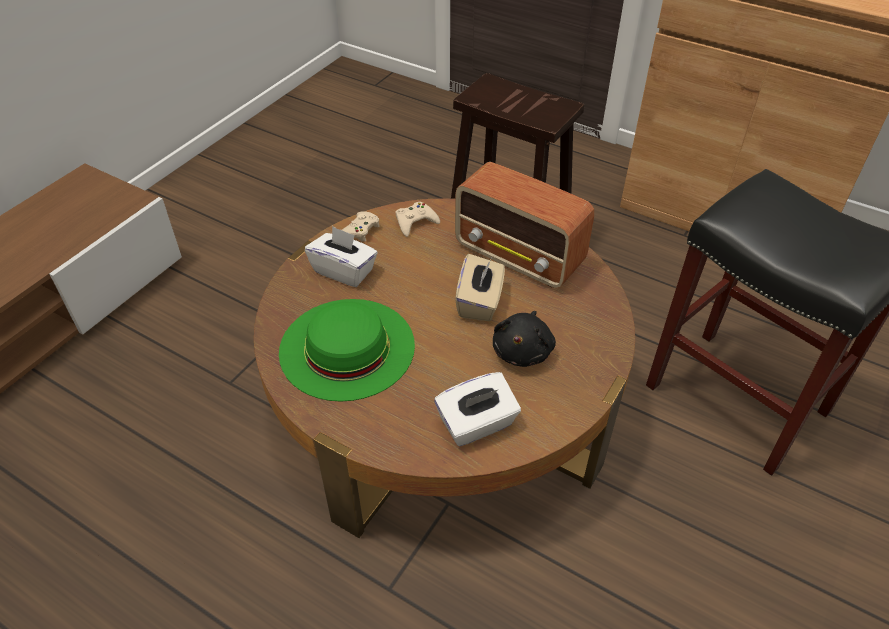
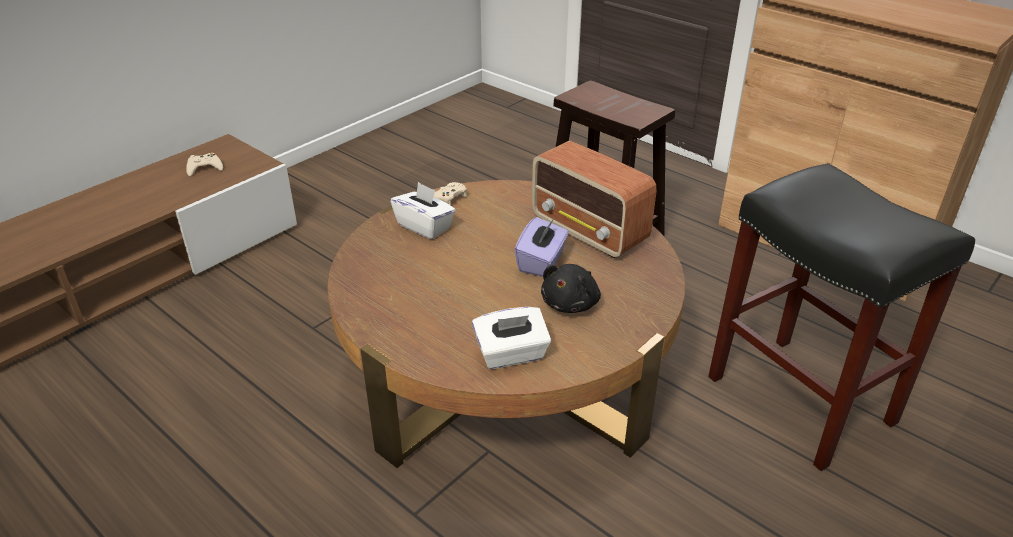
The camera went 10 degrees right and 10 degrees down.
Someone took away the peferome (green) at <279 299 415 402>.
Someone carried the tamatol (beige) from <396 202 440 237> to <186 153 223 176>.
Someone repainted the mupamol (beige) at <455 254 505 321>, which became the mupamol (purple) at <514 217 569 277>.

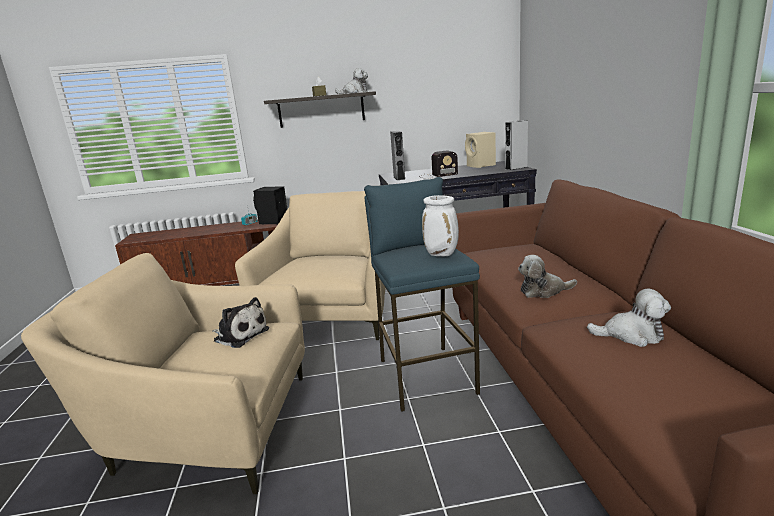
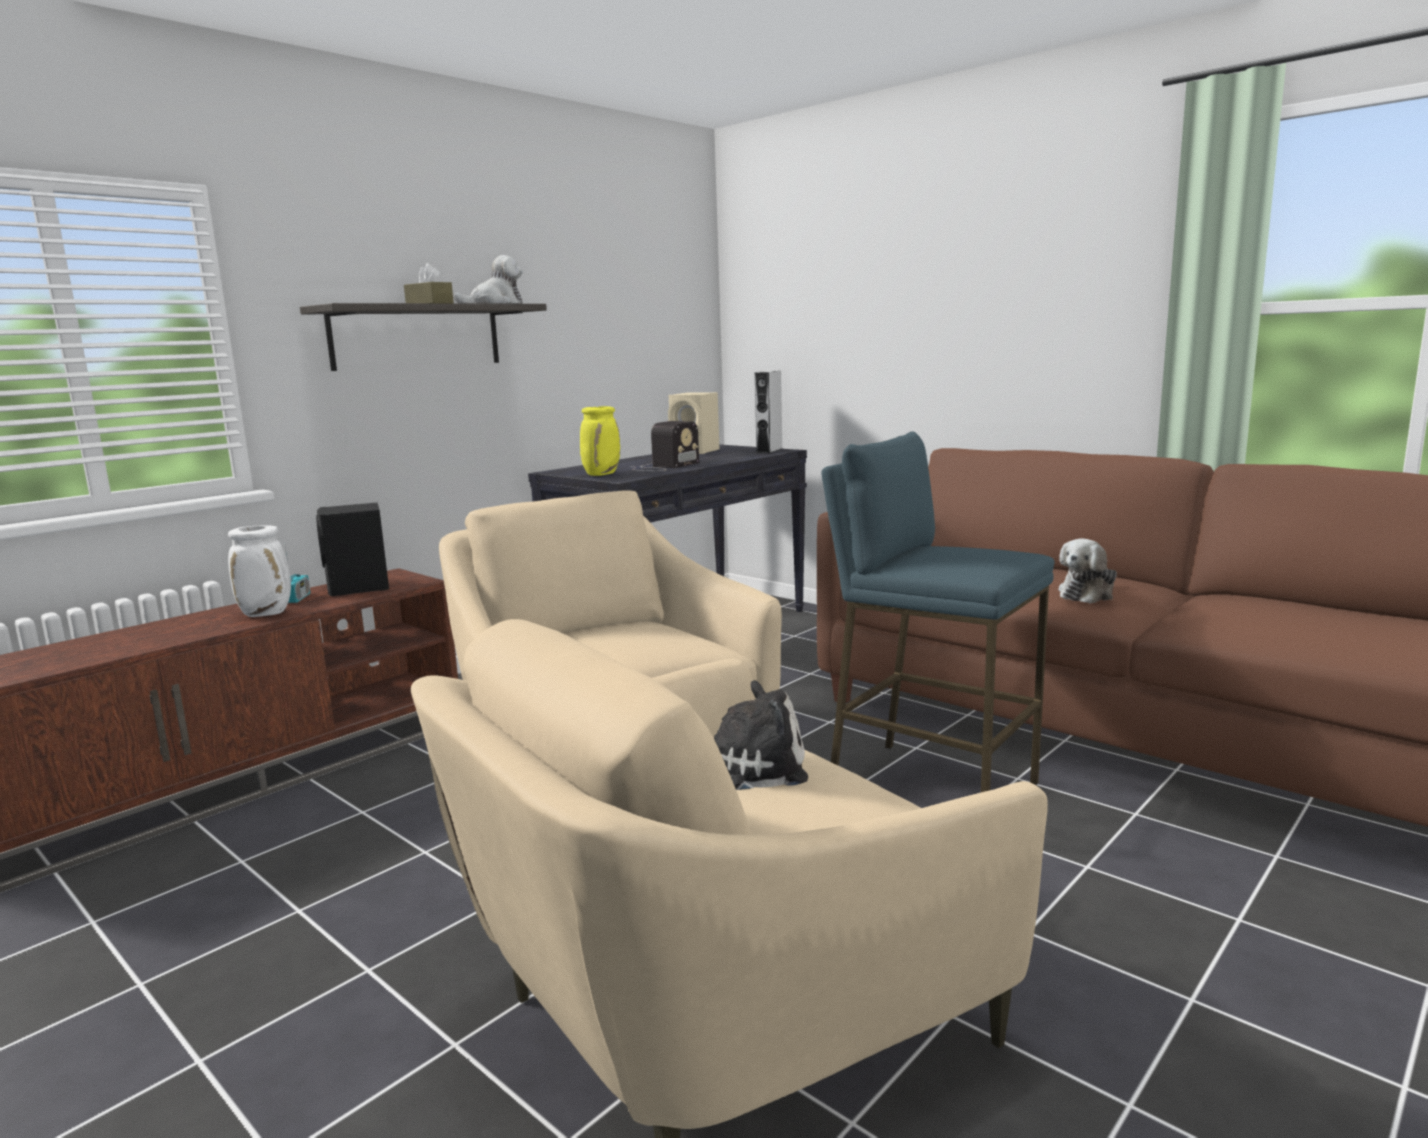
The camera went 40 degrees left and 5 degrees down.
Someone took away the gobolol at <587 288 671 347>.
Someone carried the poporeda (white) from <422 195 459 257> to <228 526 291 617>.
Someone swapped the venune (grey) at <390 131 406 180> for the poporeda (yellow) at <580 406 620 476>.

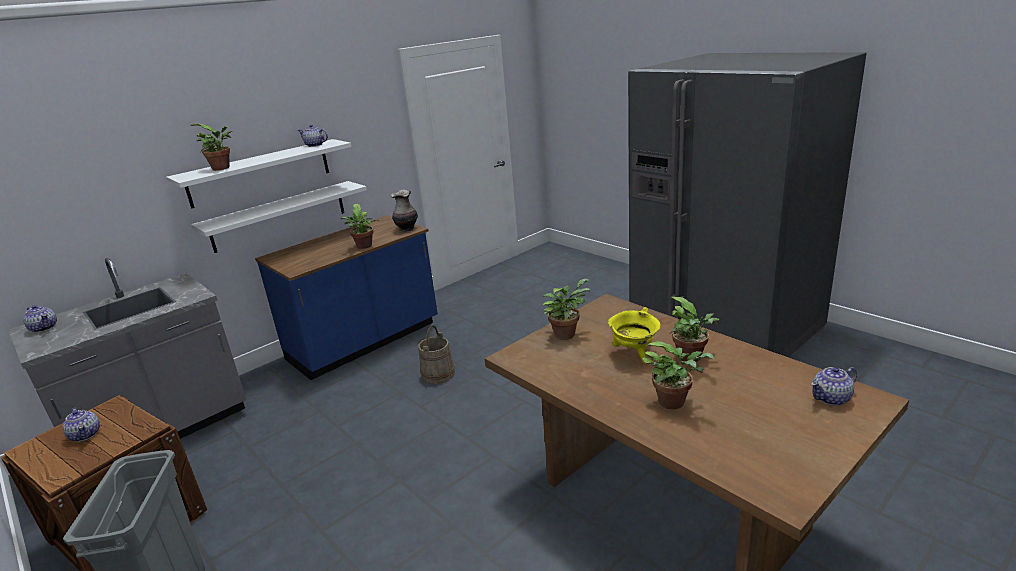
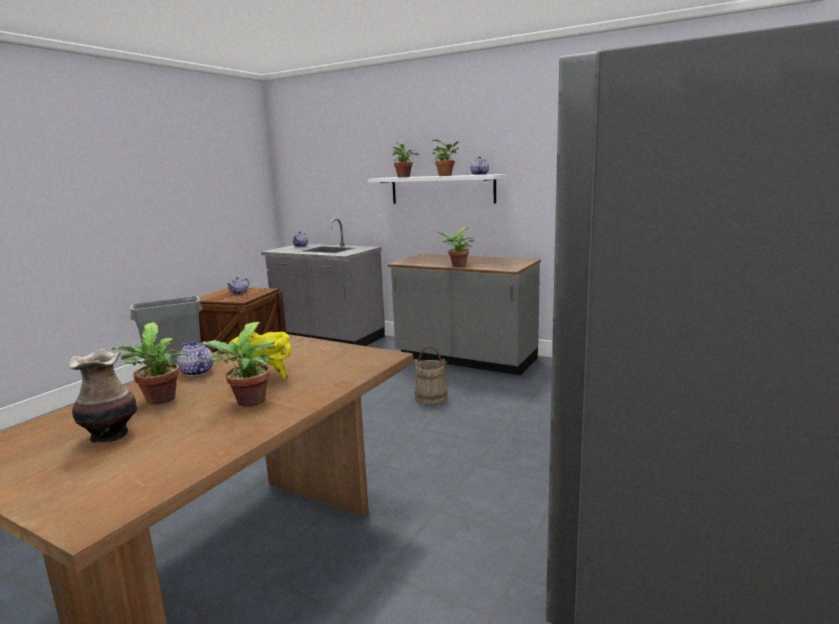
The camera went 70 degrees right and 10 degrees down.
Someone took away the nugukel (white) at <191 181 367 253>.
Someone carried the poporeda from <391 189 418 232> to <69 349 137 443>.
Someone carried the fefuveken from <543 278 590 340> to <432 140 460 176>.
Someone carried the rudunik from <811 367 857 406> to <177 341 214 376>.
Someone repainted the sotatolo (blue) at <255 215 438 380>, which became the sotatolo (grey) at <388 254 541 375>.

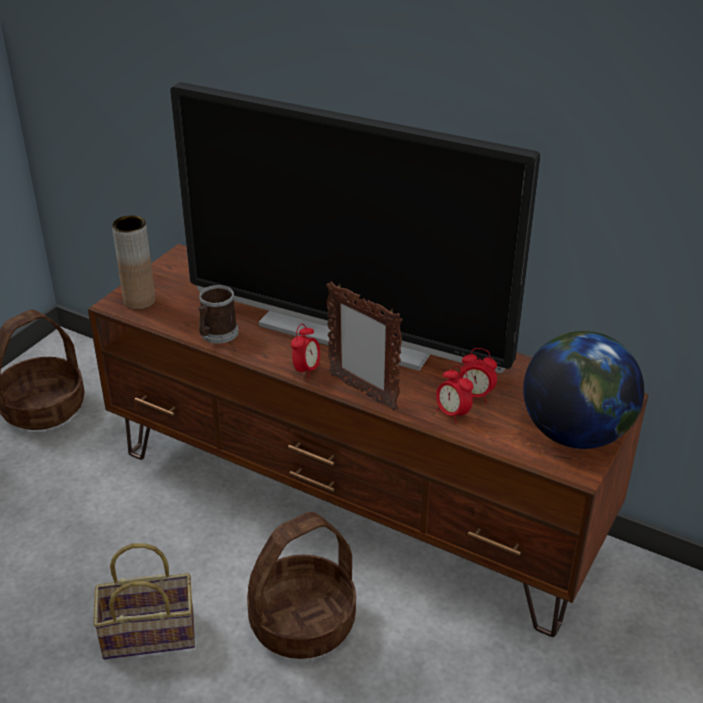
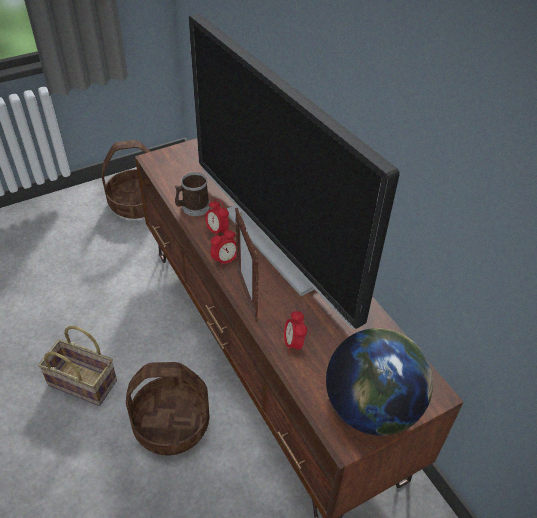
The camera went 30 degrees right and 10 degrees up.
Someone took away the poporeda (brown) at <112 215 156 310>.
Someone carried the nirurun from <459 348 497 403> to <205 199 229 235>.

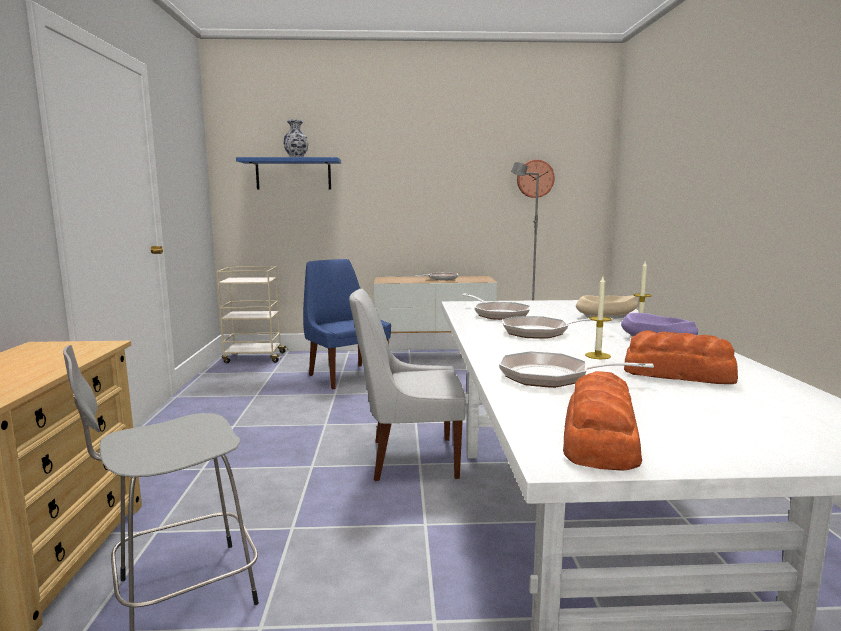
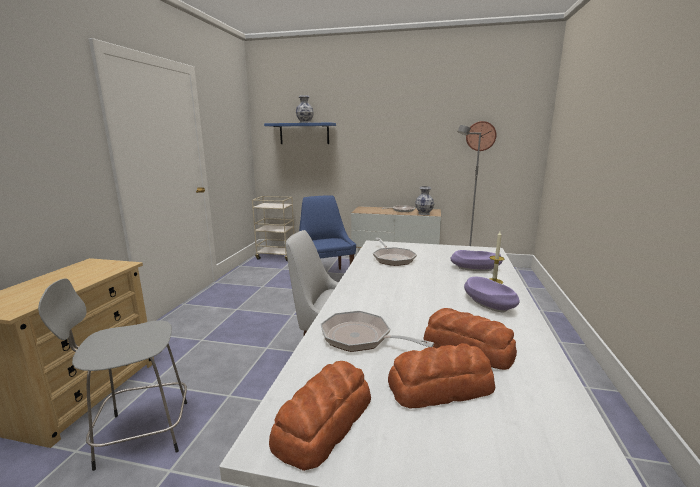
The camera went 15 degrees right and 5 degrees up.
Someone took away the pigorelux at <502 316 613 338>.
Someone took away the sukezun at <585 277 611 359>.
Someone put down the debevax at <388 343 495 409>.
Someone put down the poporeda at <415 186 434 215>.
Someone repainted the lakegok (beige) at <576 295 638 319>, which became the lakegok (purple) at <451 250 502 271>.

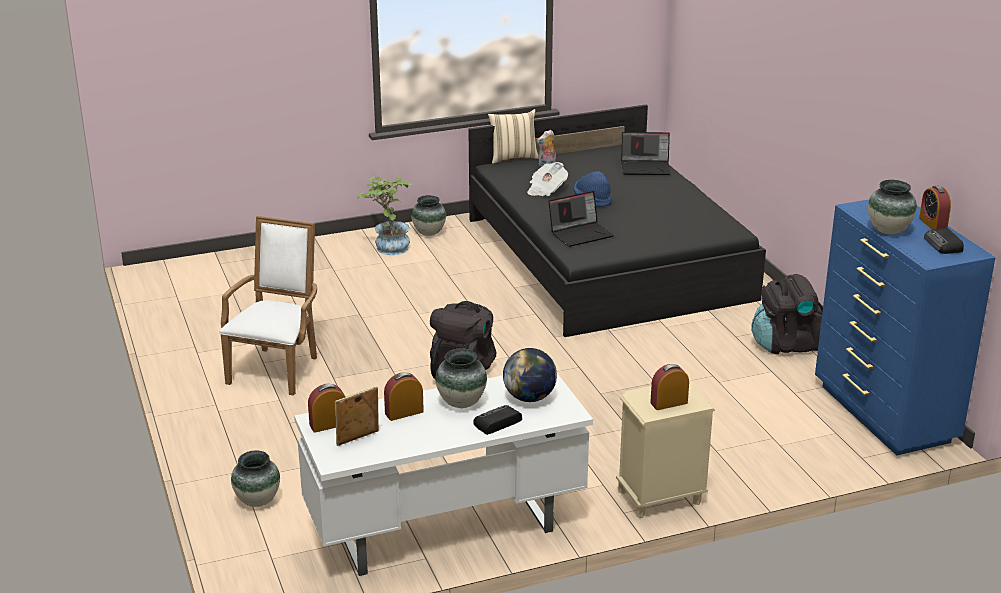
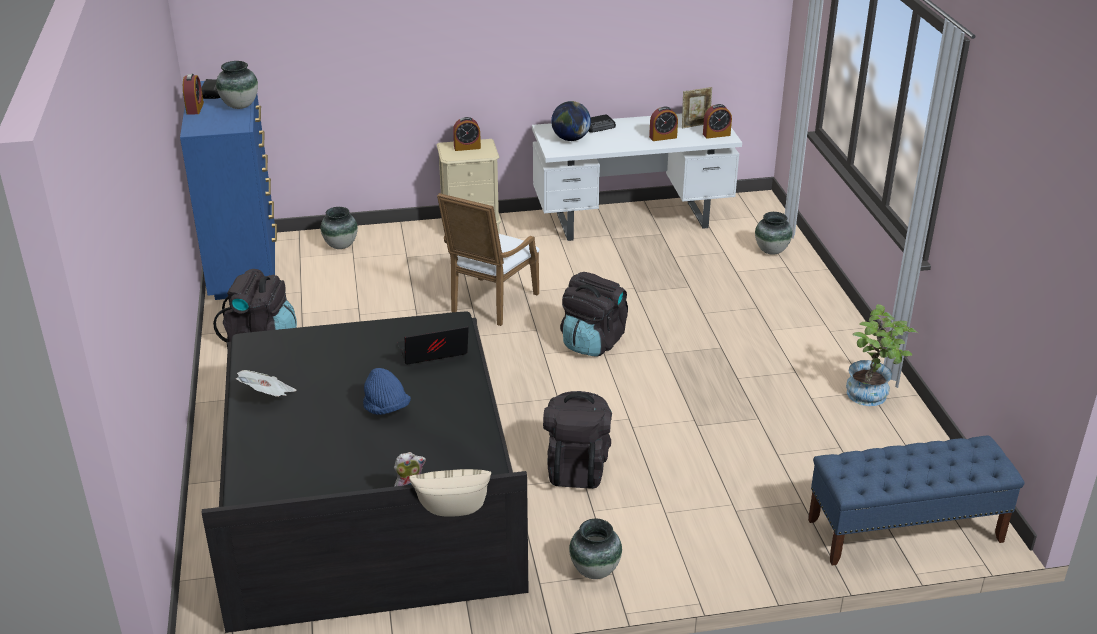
The camera went 170 degrees left and 5 degrees up.
Someone took away the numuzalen at <621 132 671 175>.
Someone put down the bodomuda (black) at <543 391 612 489>.
Someone put down the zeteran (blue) at <808 436 1024 565>.
Someone carried the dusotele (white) from <220 216 317 396> to <437 193 540 326>.
Someone carried the fefuveken from <357 176 412 255> to <846 304 918 406>.
Someone carried the poporeda from <435 348 487 408> to <321 207 358 249>.
Someone carried the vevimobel from <527 162 568 196> to <236 370 297 397>.

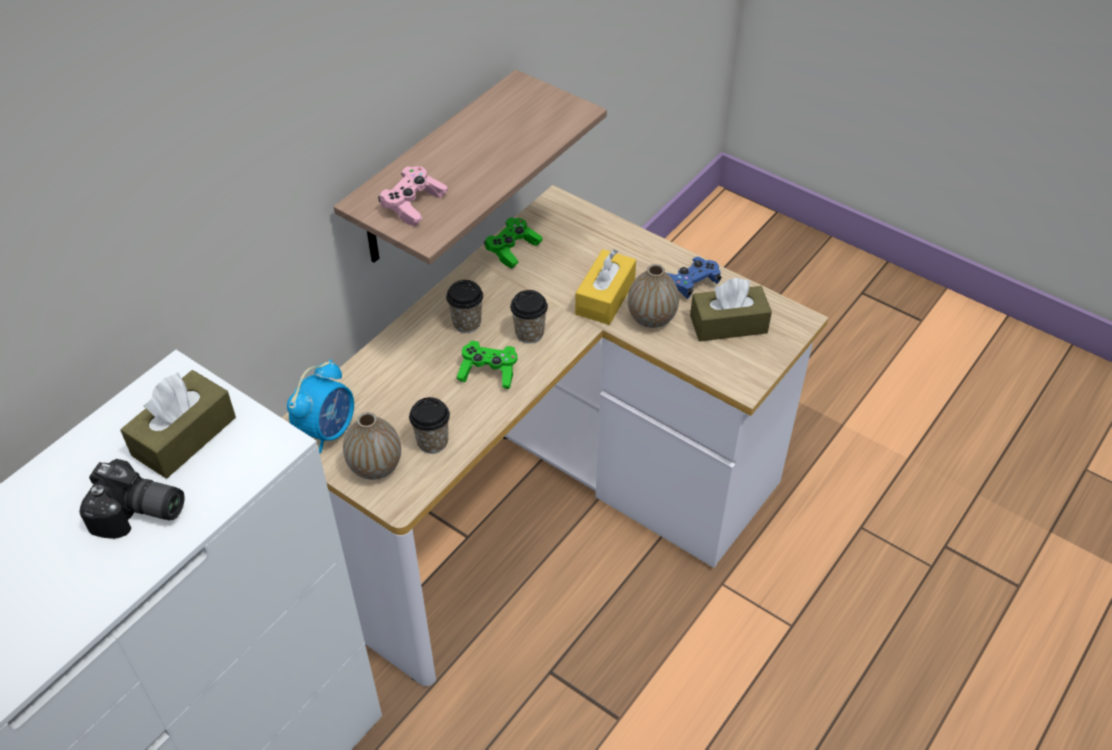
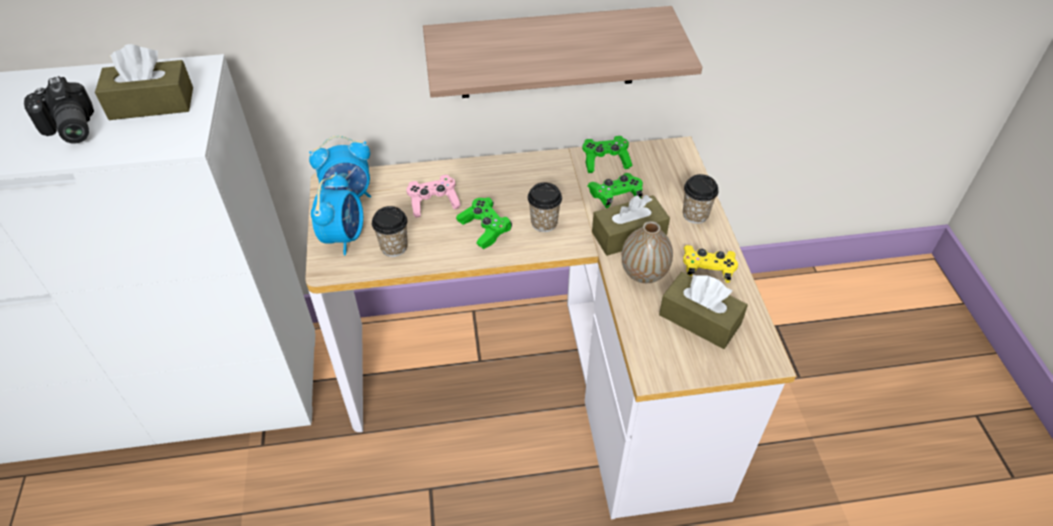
The camera went 45 degrees right and 0 degrees up.
Someone put down the tamatol (green) at <588 173 643 208>.
Someone carried the tamatol (pink) from <378 166 448 226> to <406 175 461 218>.
Someone carried the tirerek from <446 280 483 333> to <683 174 719 224>.
Someone swapped the poporeda at <343 412 401 480> for the nirurun at <311 172 363 256>.
Someone repainted the mupamol (yellow) at <575 249 636 325>, which became the mupamol (brown) at <592 195 670 256>.
Someone repainted the tamatol (blue) at <667 257 721 299>, which became the tamatol (yellow) at <683 245 738 283>.

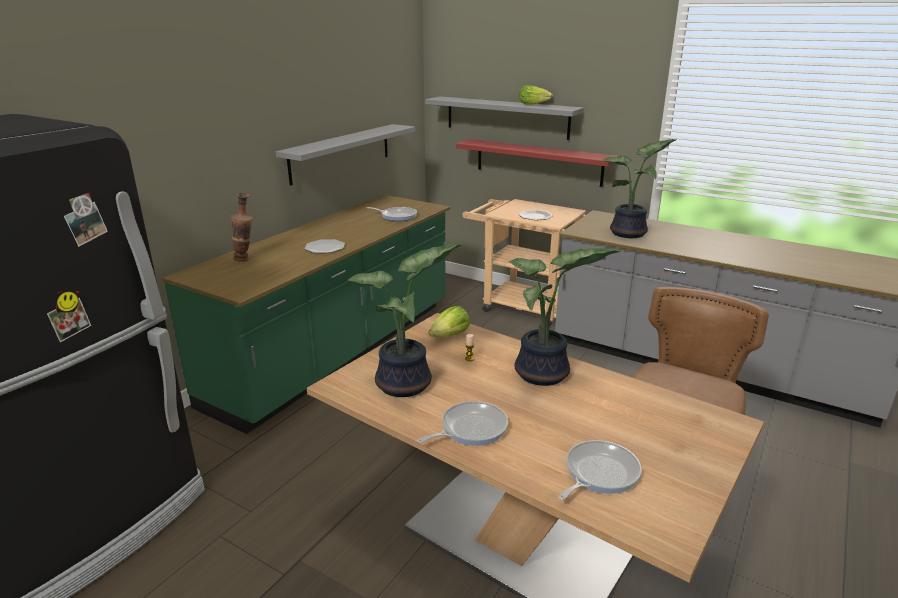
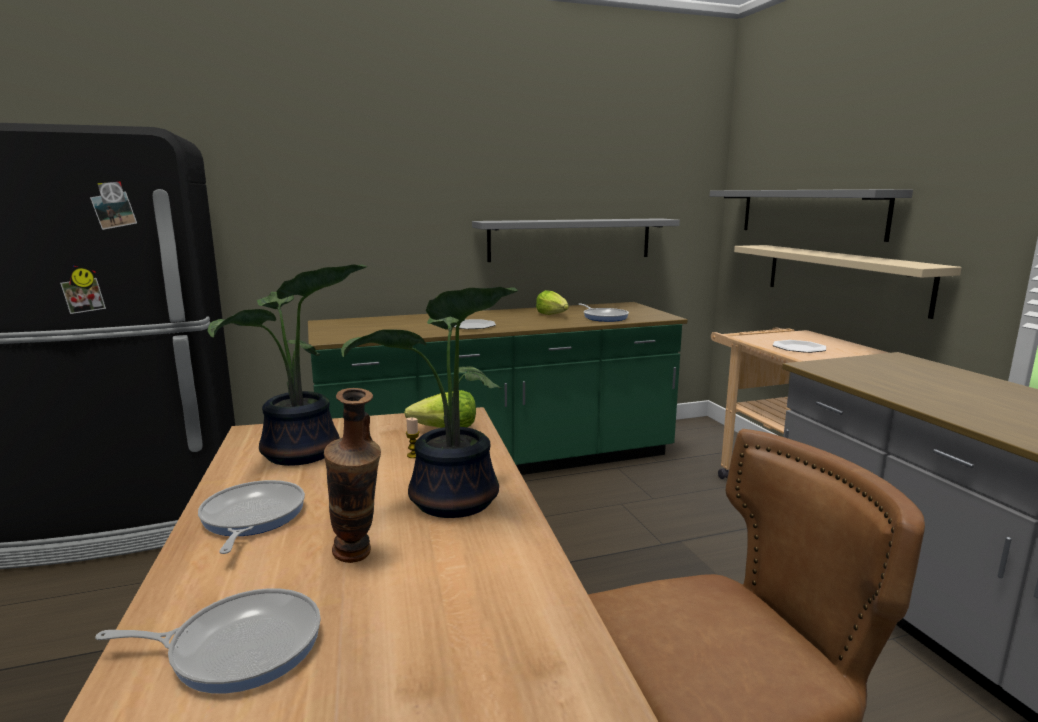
The camera went 40 degrees right and 10 degrees down.
Someone took away the fefuveken at <602 139 676 238>.
Someone carried the poporeda from <231 193 253 262> to <324 388 381 563>.
Someone carried the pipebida from <519 85 553 105> to <536 290 569 315>.
Someone repainted the nugukel (red) at <456 139 618 187>, which became the nugukel (beige) at <734 245 962 319>.
Someone rotated the pigorelux at <417 401 508 446> by 105 degrees counterclockwise.

